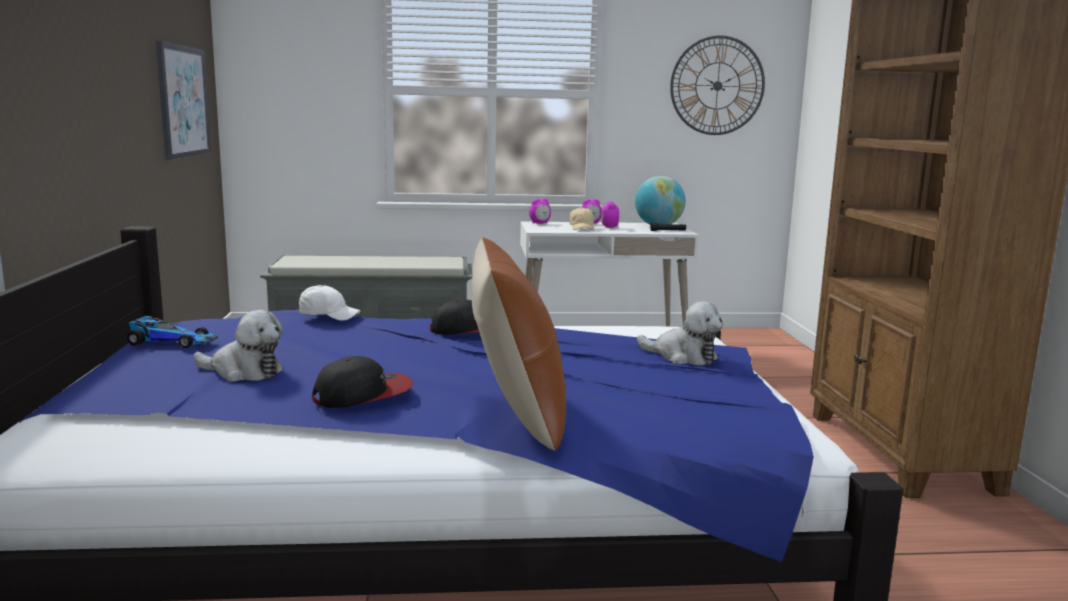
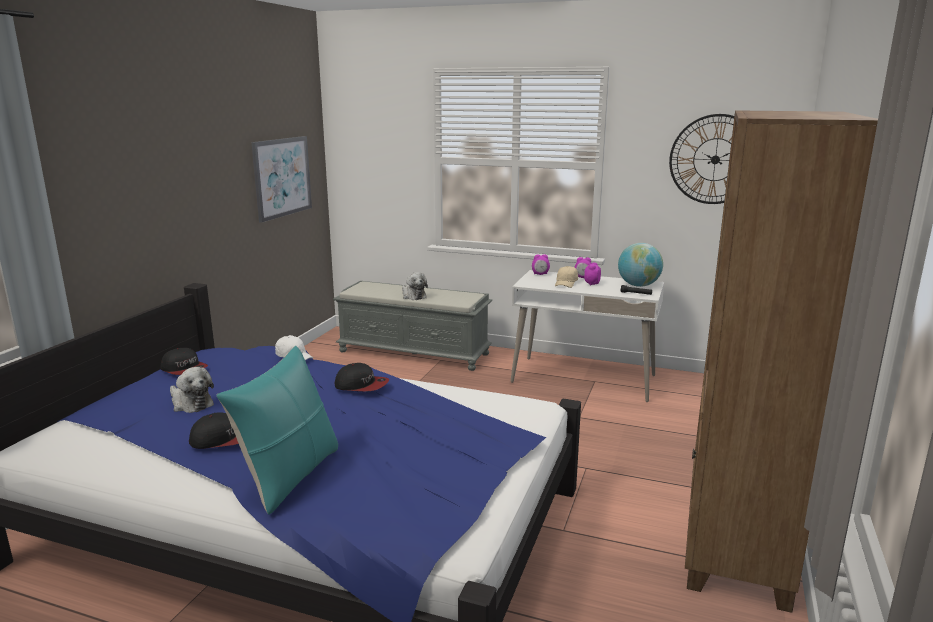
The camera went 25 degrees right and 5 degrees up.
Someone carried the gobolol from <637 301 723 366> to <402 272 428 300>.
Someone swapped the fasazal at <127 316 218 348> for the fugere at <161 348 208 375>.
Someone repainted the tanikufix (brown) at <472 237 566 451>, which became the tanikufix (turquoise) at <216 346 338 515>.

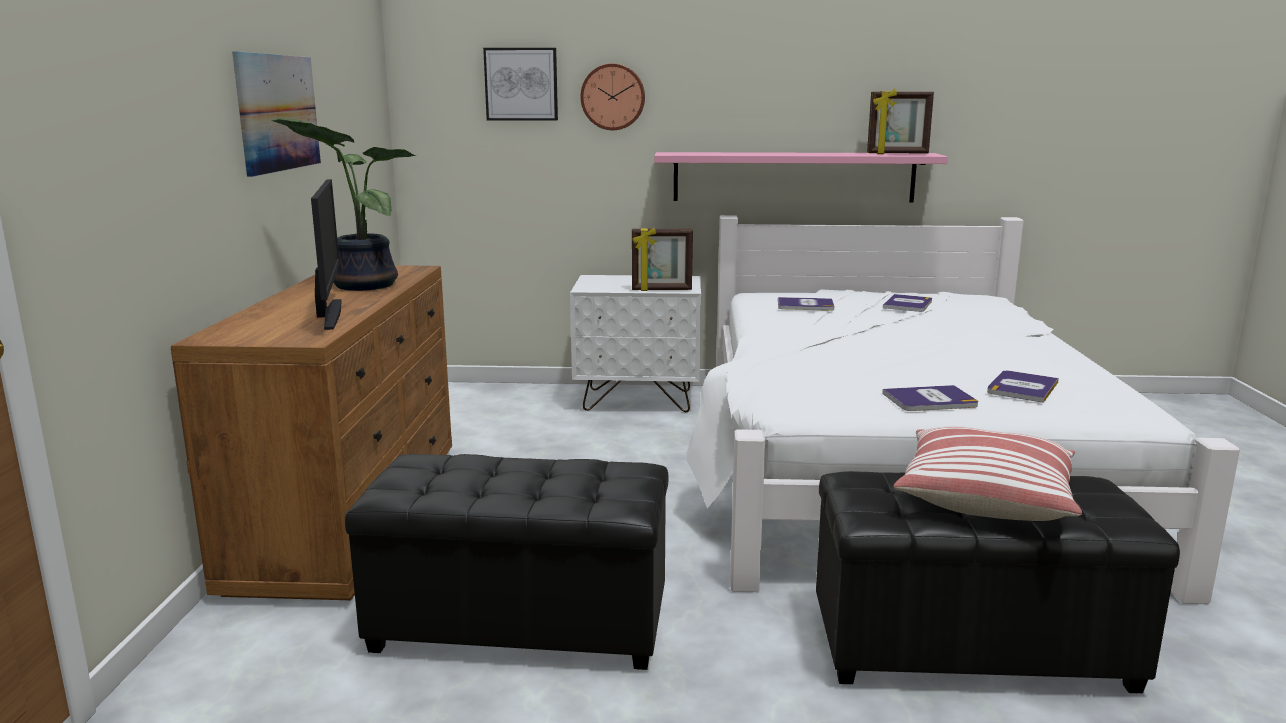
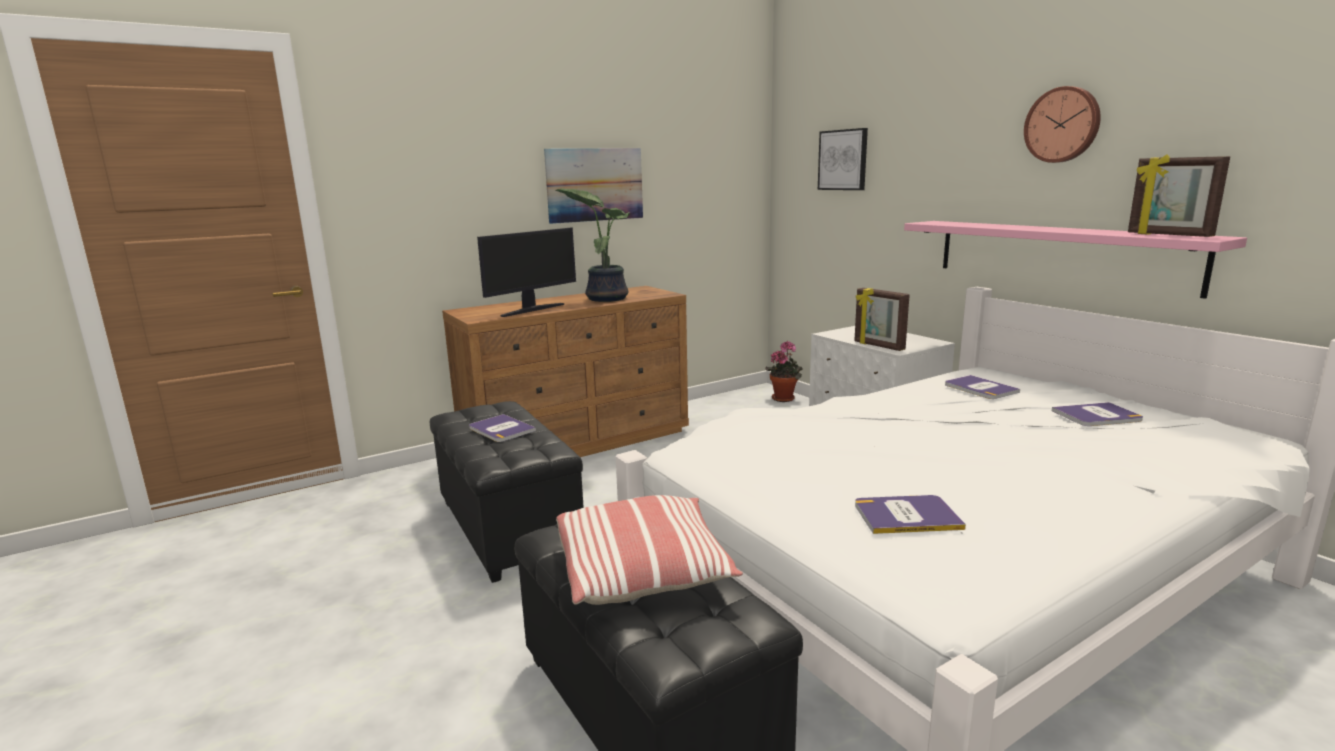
The camera went 55 degrees right and 0 degrees up.
Someone put down the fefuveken at <765 341 803 402>.
Someone carried the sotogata from <580 63 645 130> to <1024 86 1101 163>.
Someone carried the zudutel from <882 385 978 411> to <469 414 536 442>.

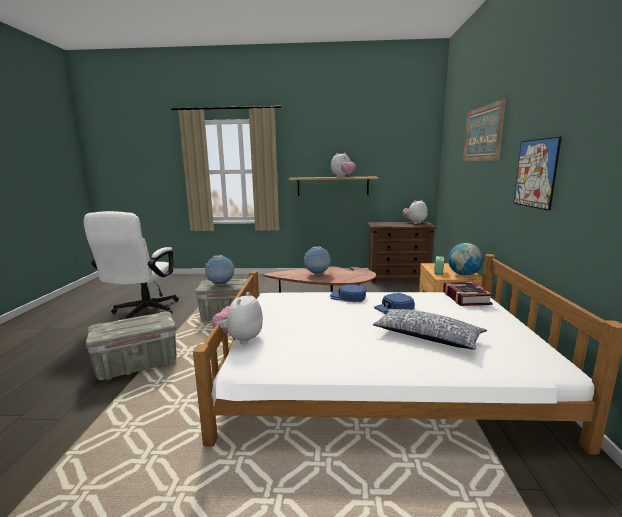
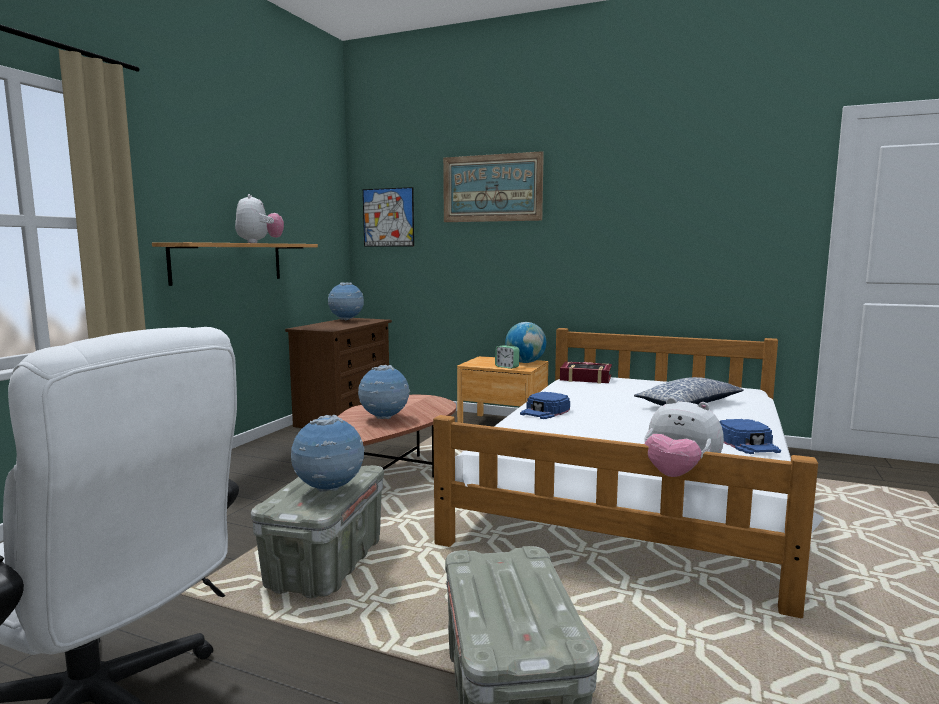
The camera went 70 degrees left and 5 degrees down.
Someone carried the fugere (blue) from <374 293 415 314> to <720 419 781 454>.
Someone carried the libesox from <513 136 562 211> to <363 187 414 247>.
Someone swapped the gobolol at <402 200 428 224> for the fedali at <328 282 364 320>.

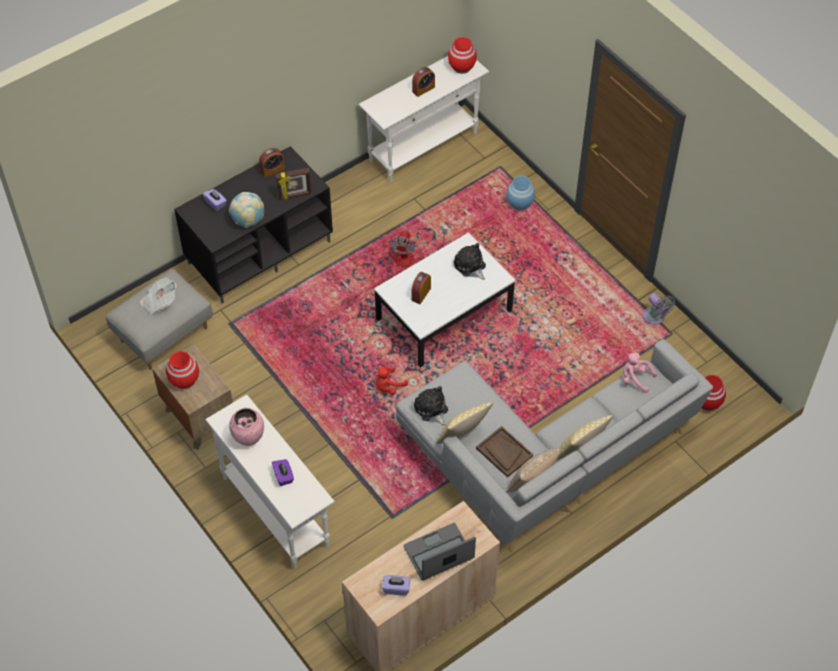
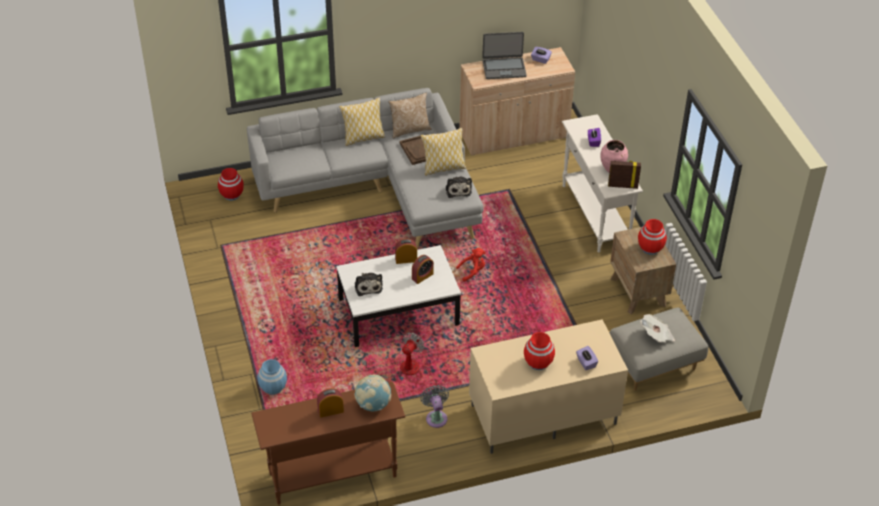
The camera went 160 degrees left and 10 degrees down.
Someone took away the gobolol (pink) at <623 353 657 393>.
Someone carried the fedali from <229 192 264 228> to <354 374 391 411>.
Someone carried the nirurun from <259 148 285 177> to <395 239 417 264>.
Someone carried the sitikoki from <276 168 311 200> to <608 161 641 189>.
Someone carried the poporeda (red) from <448 37 477 74> to <524 332 555 370>.
Someone carried the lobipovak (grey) from <643 293 675 325> to <420 385 449 428>.
Someone repainted the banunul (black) at <174 146 333 304>, which became the banunul (beige) at <469 319 628 454>.
Someone repainted the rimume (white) at <359 56 489 182>, which became the rimume (brown) at <251 381 405 505>.

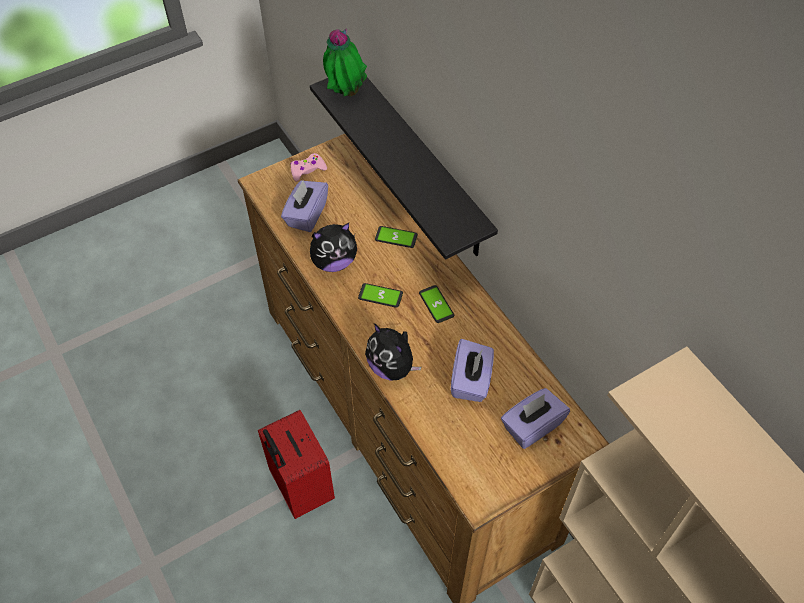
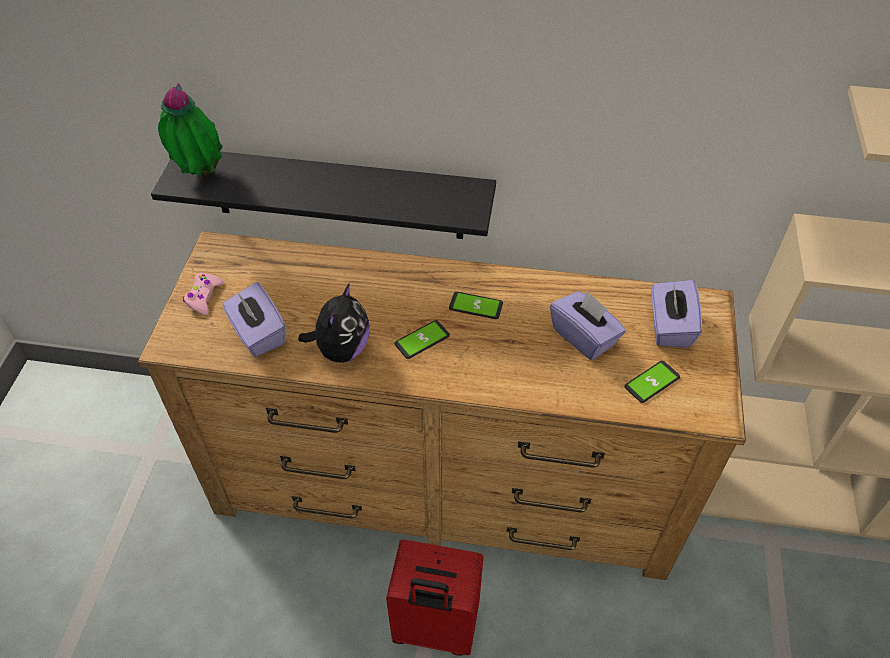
The camera went 50 degrees left and 5 degrees down.
Someone took away the gobolol at <365 323 421 381>.
Someone carried the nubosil from <375 226 418 248> to <625 361 680 403>.

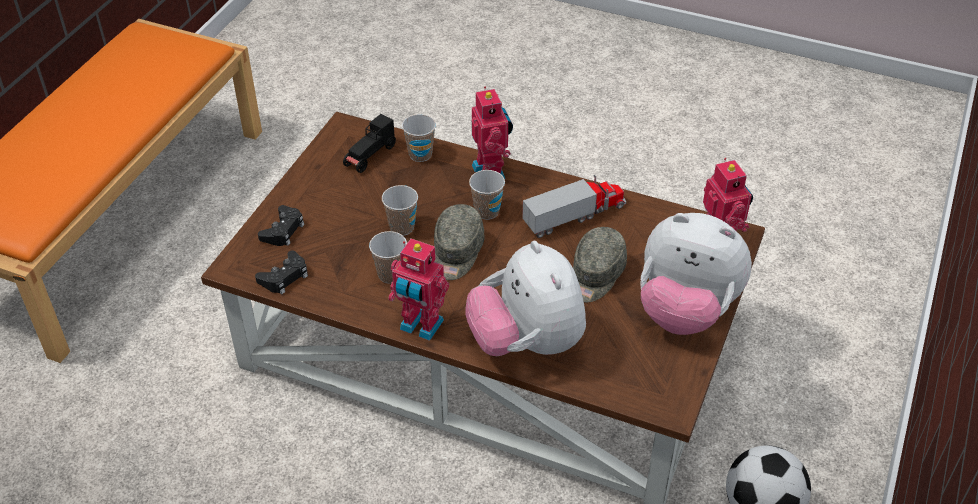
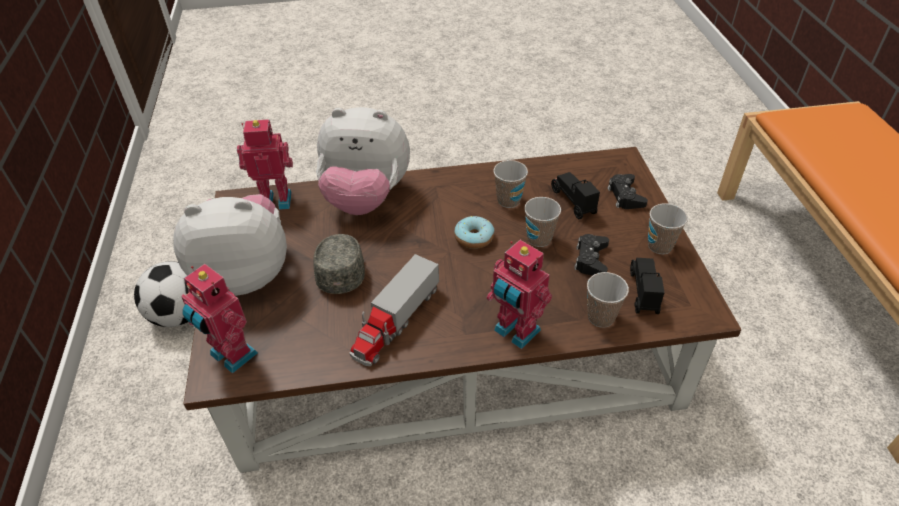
The camera went 150 degrees right and 0 degrees up.
Someone put down the fasazal (black) at <551 172 600 219>.
Someone carried the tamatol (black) from <255 250 308 295> to <574 234 609 275>.
Someone carried the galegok from <388 238 449 341> to <237 119 293 210>.
Someone carried the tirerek from <469 170 505 220> to <648 203 688 254>.
Someone swapped the fugere (grey) at <434 204 485 280> for the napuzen at <454 216 494 249>.
Someone rotated the gobolol at <465 241 586 356> by 150 degrees clockwise.

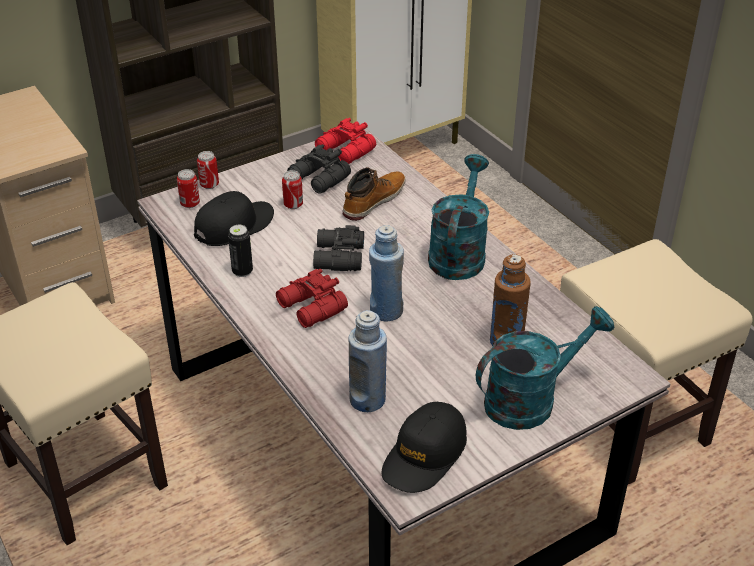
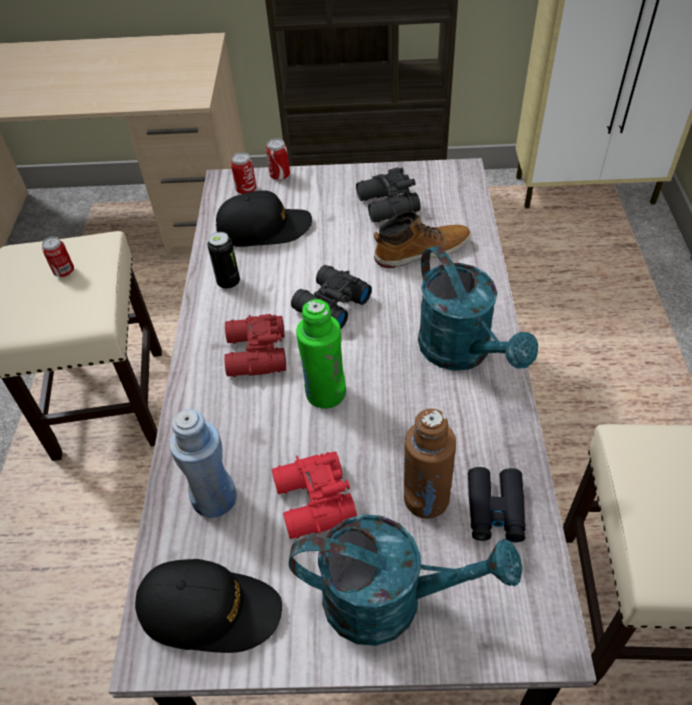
The camera went 35 degrees right and 10 degrees up.
Someone put down the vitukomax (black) at <468 467 526 542>.
Someone carried the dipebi from <282 170 303 209> to <42 237 74 277>.
Someone carried the vitukomax (red) from <315 118 376 164> to <272 451 357 539>.
Someone repainted the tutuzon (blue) at <369 225 404 321>, which became the tutuzon (green) at <296 299 346 408>.
Someone rotated the fugere (black) at <381 402 467 493> by 150 degrees counterclockwise.
Someone rotated the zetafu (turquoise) at <428 154 489 280> by 105 degrees clockwise.

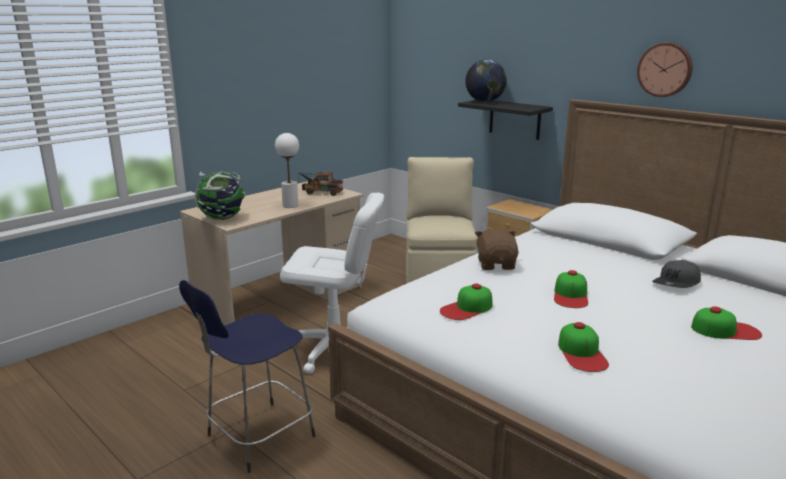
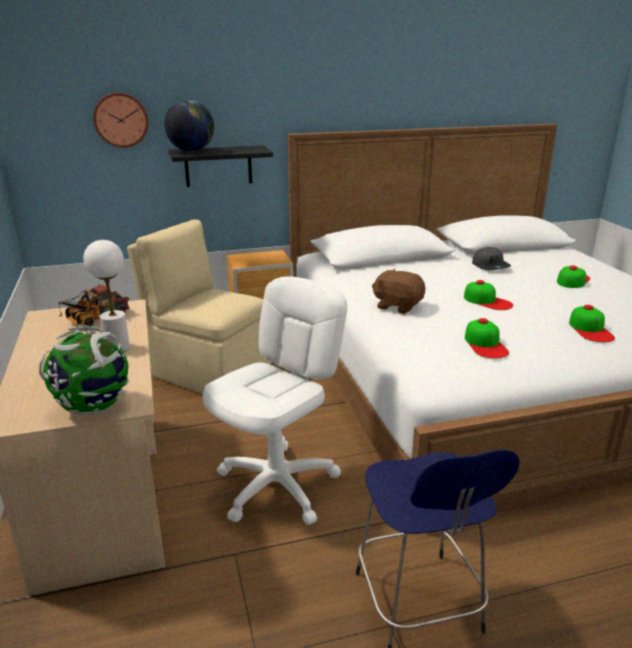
The camera went 60 degrees left and 5 degrees up.
Someone carried the sotogata from <637 42 693 97> to <93 92 148 148>.
Someone rotated the fugere at <558 322 609 372> by 60 degrees clockwise.

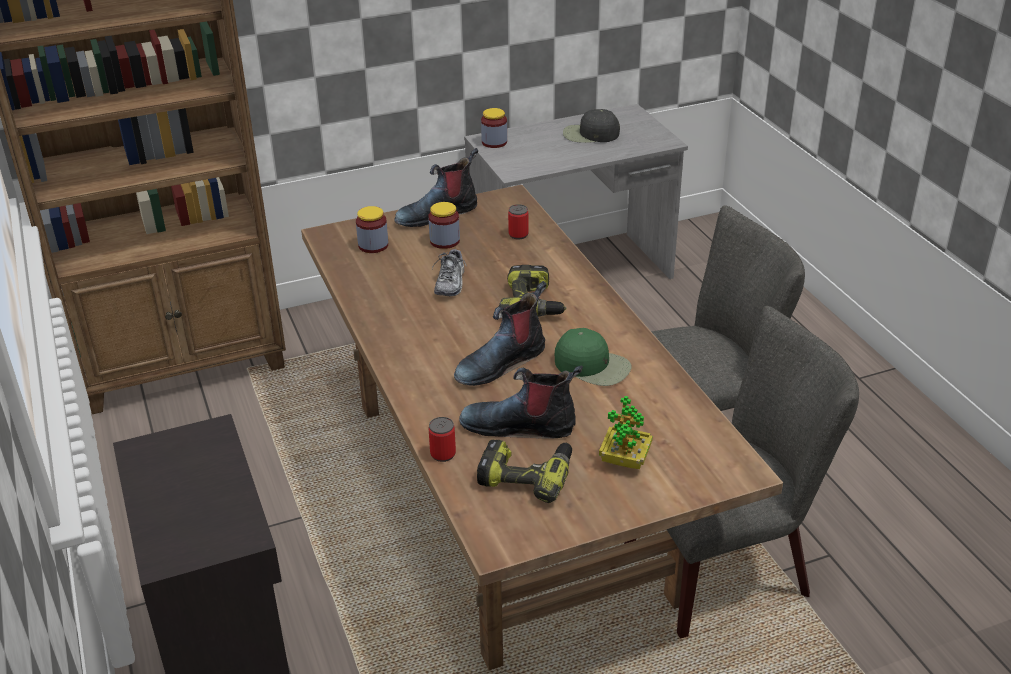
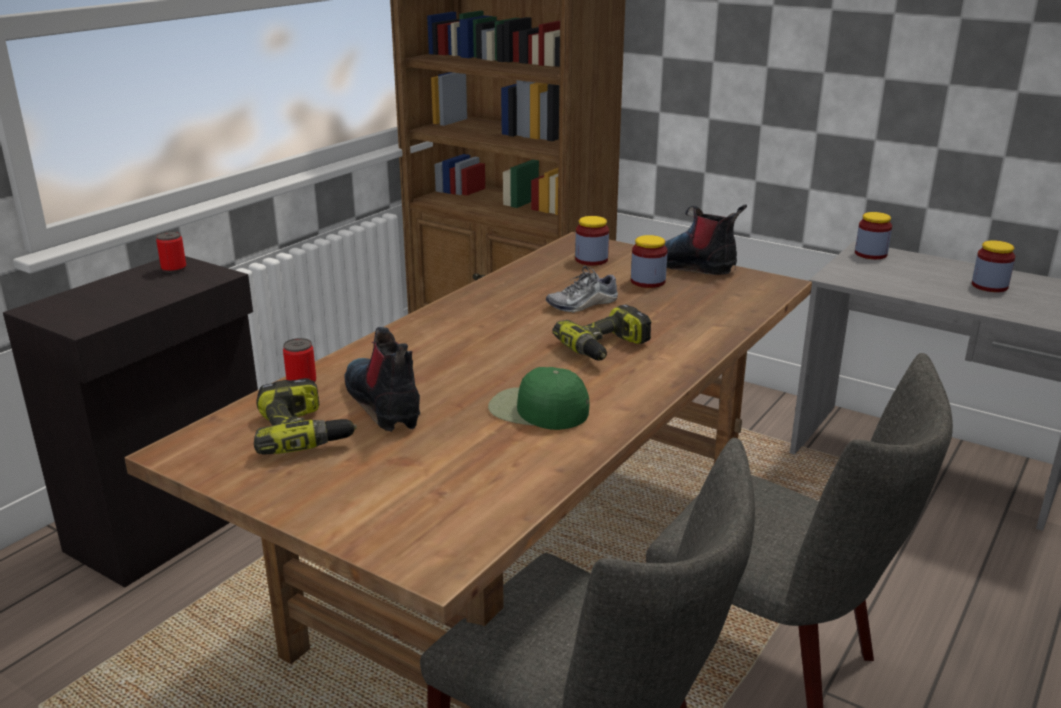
The camera went 55 degrees right and 10 degrees down.
Someone took away the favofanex at <454 281 547 386>.
Someone took away the fefuveken at <599 396 653 469>.
Someone carried the dipebi from <508 204 528 240> to <156 231 186 273>.
Someone swapped the fugere (black) at <563 109 620 143> for the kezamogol at <972 240 1015 292>.
Someone rotated the fugere (green) at <555 328 631 386> by 120 degrees clockwise.

